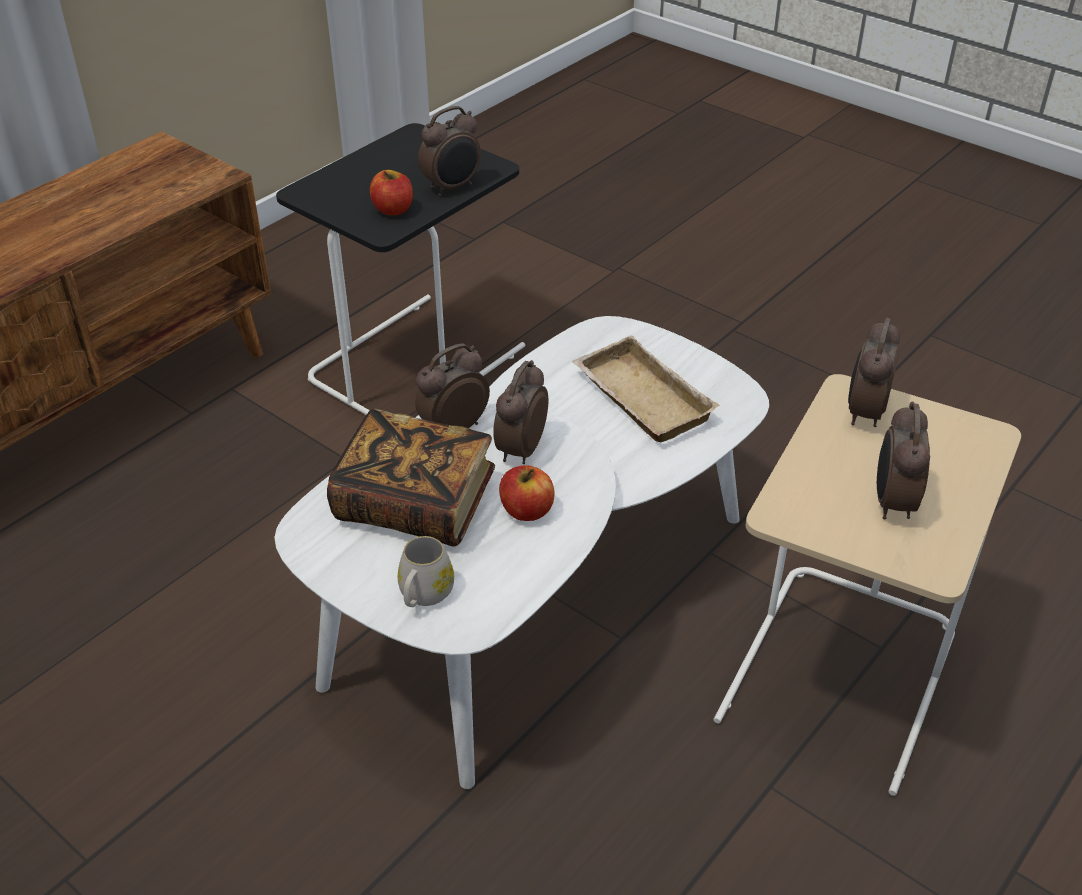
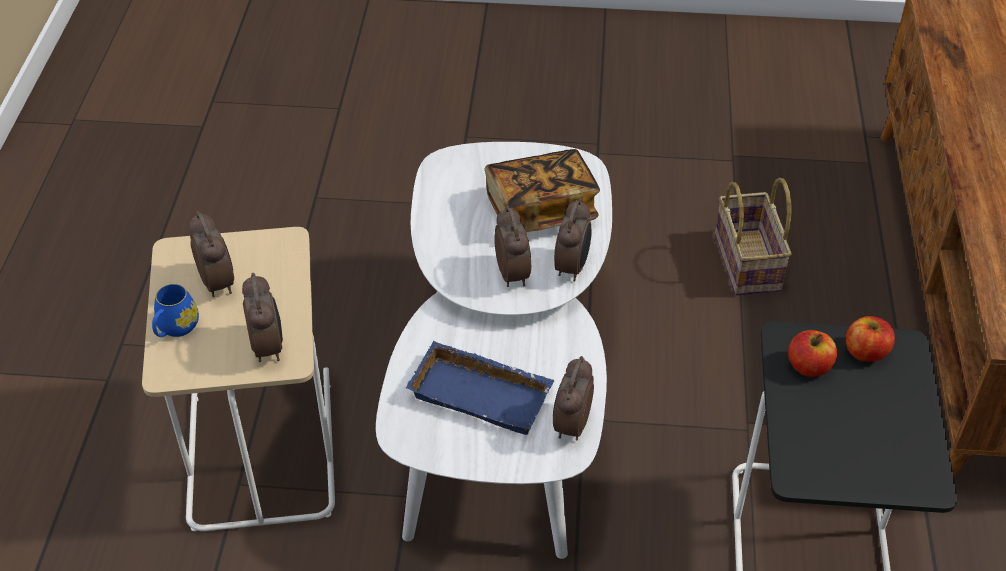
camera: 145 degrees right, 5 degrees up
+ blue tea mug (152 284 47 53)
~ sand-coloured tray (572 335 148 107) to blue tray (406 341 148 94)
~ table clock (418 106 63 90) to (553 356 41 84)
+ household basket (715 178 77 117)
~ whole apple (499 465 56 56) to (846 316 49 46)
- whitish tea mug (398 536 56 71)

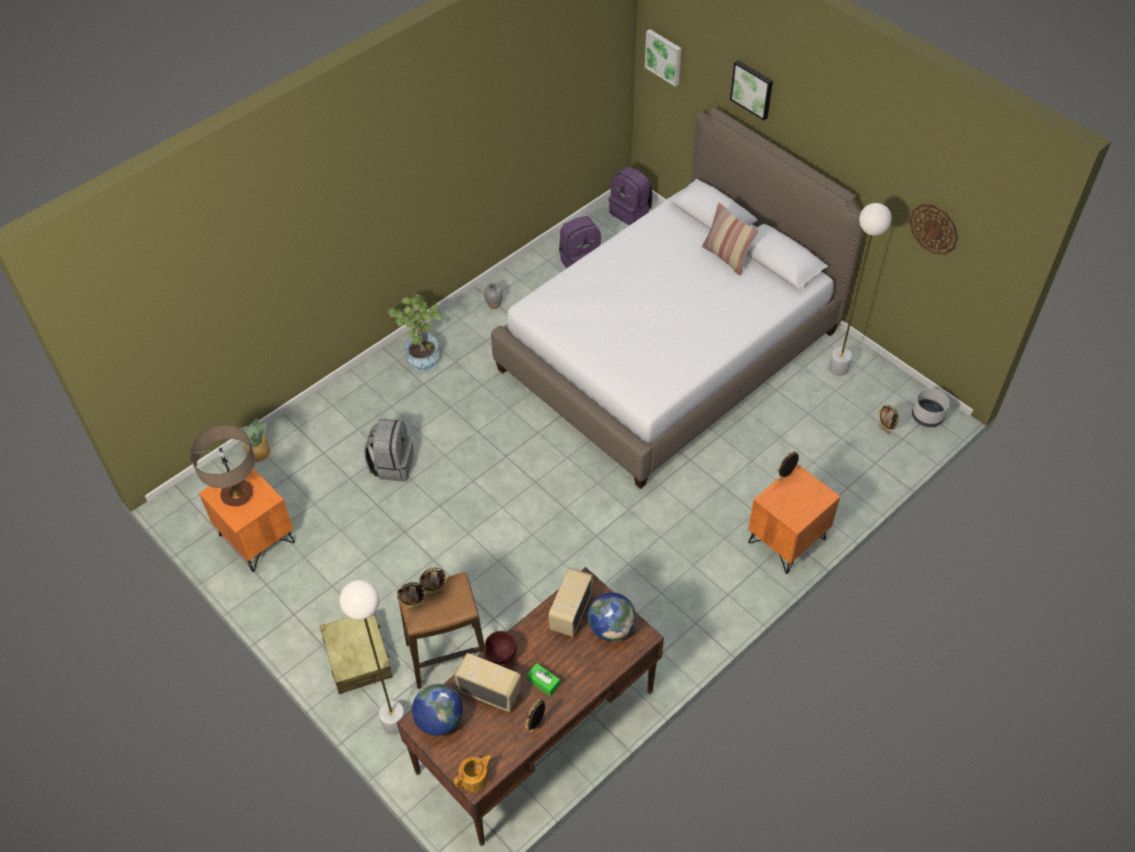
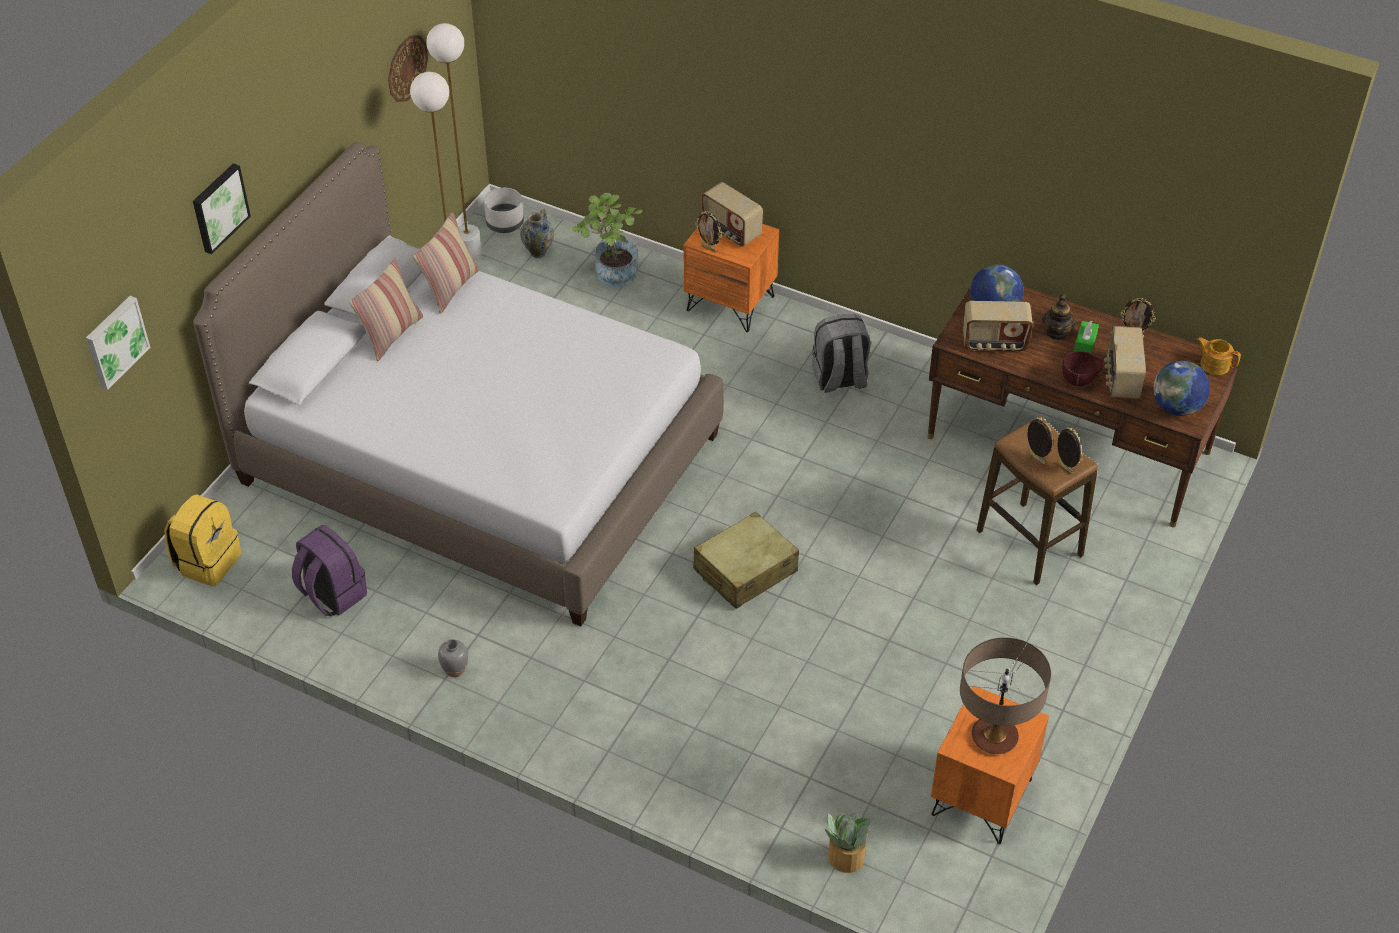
camera: 110 degrees left, 5 degrees down
~ purple-coloured backpack (609 167 43 58) to yellowish backpack (164 494 77 93)
+ throw pillow (413 212 66 102)
~ whitish standard lamp (340 580 65 154) to (426 23 56 236)
~ photo frame (878 405 21 29) to flower vase (520 209 34 49)
~ plant in a pot (387 295 55 77) to (572 193 71 94)
~ sand-coloured travel case (320 613 73 81) to (693 512 106 97)
+ radio (702 182 61 65)
~ grey backpack (364 419 50 62) to (812 314 59 78)
+ pot for tea (1042 294 33 46)

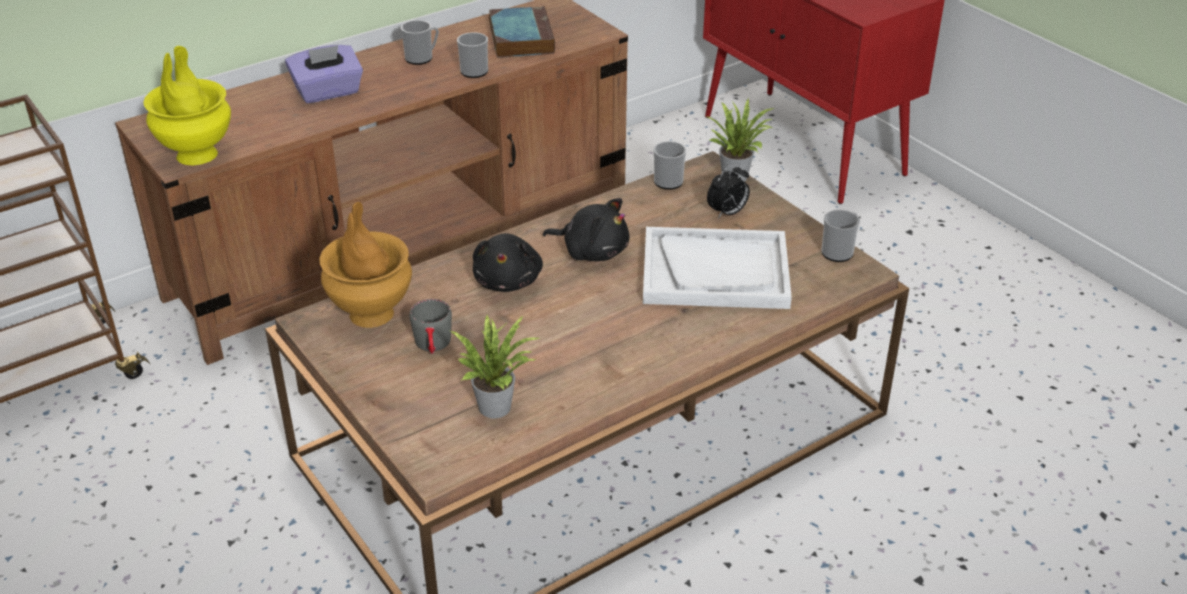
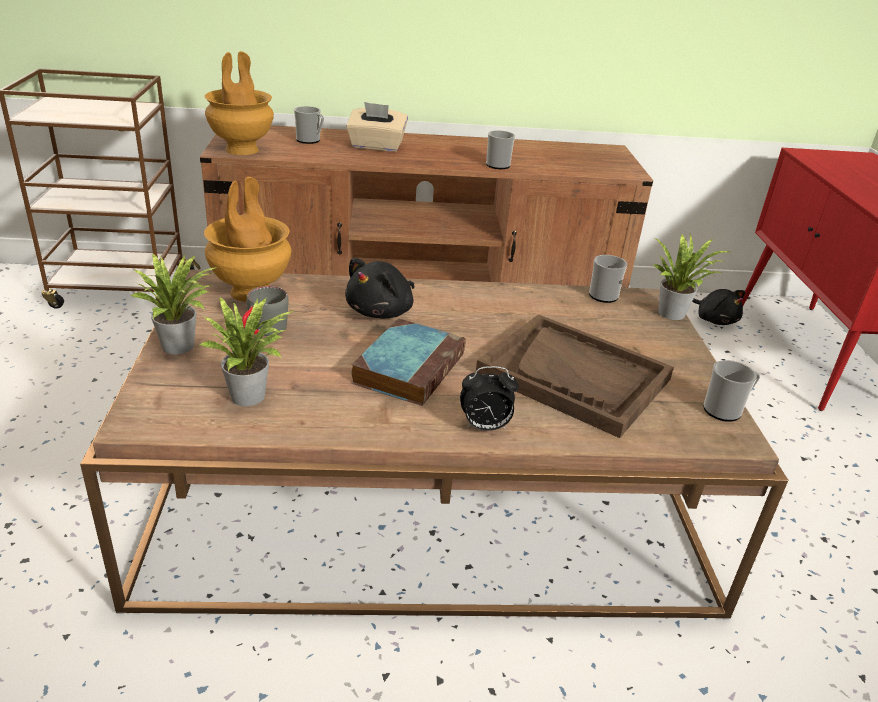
camera: 30 degrees right, 5 degrees down
+ plant in a pot (130 254 87 100)
~ yellowish flower vase (143 46 88 119) to brownish flower vase (204 51 70 104)
~ tea mug (401 20 38 45) to (294 106 30 38)
~ purple-coloured box of tissues (285 45 78 58) to sand-coloured box of tissues (346 102 62 50)
~ bound book (489 6 66 52) to (351 318 115 88)
~ table clock (707 163 43 56) to (460 366 59 65)
~ whitish tray (643 227 149 82) to brownish tray (476 314 198 124)
~ black-coloured plush toy (543 198 86 63) to (692 289 54 36)

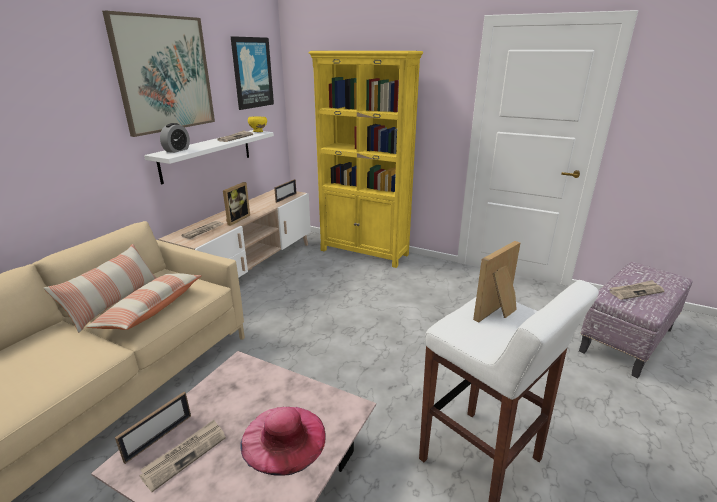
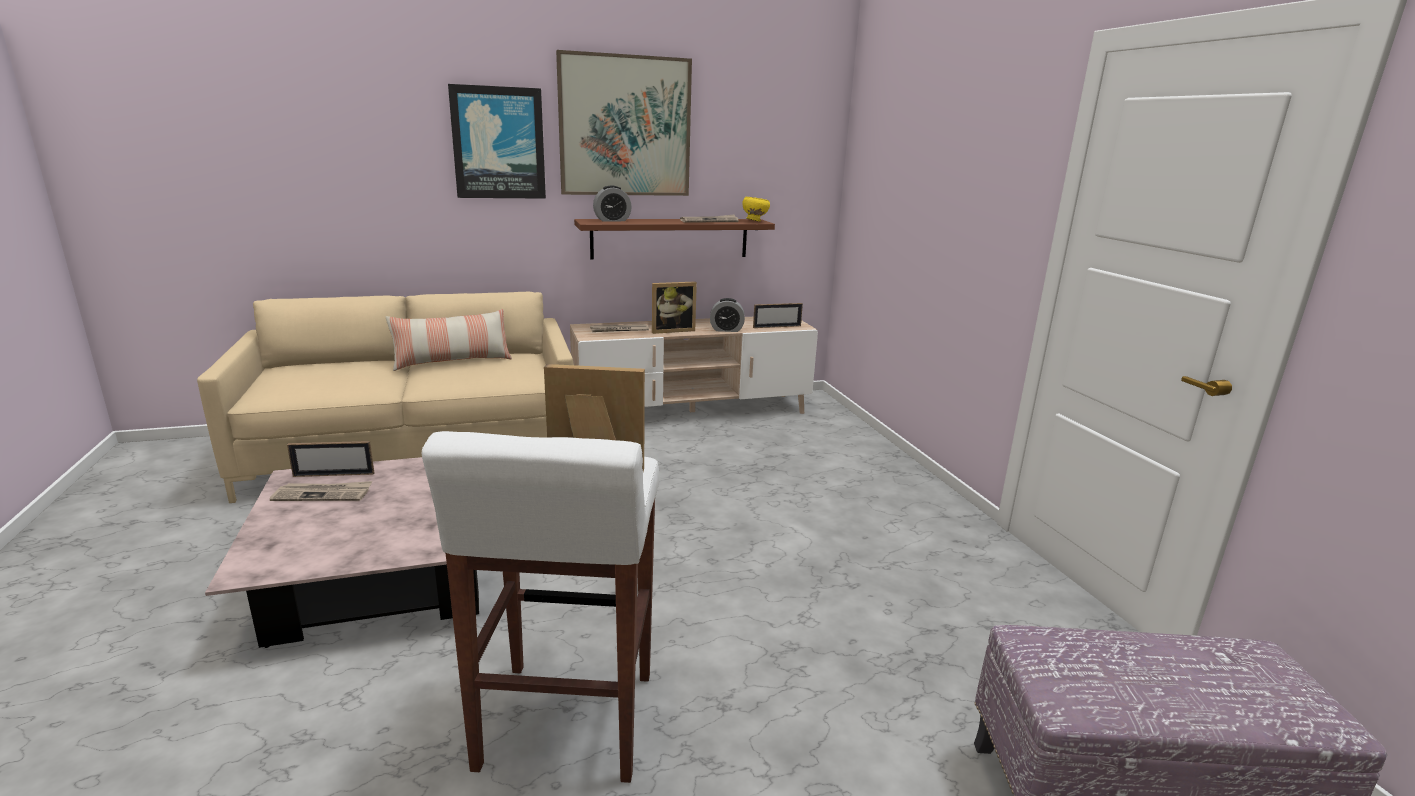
camera: 45 degrees right, 5 degrees down
~ wall picture (230 36 44 74) to (448 84 98 115)
~ whitish bracket shelf (144 130 130 54) to brownish bracket shelf (574 219 201 41)
+ table clock (710 298 35 34)
- throw pillow (86 273 116 57)
- pinkish clothing hat (240 407 86 69)
- yellowish bookshelf (309 51 114 217)
- newspaper (609 280 55 20)

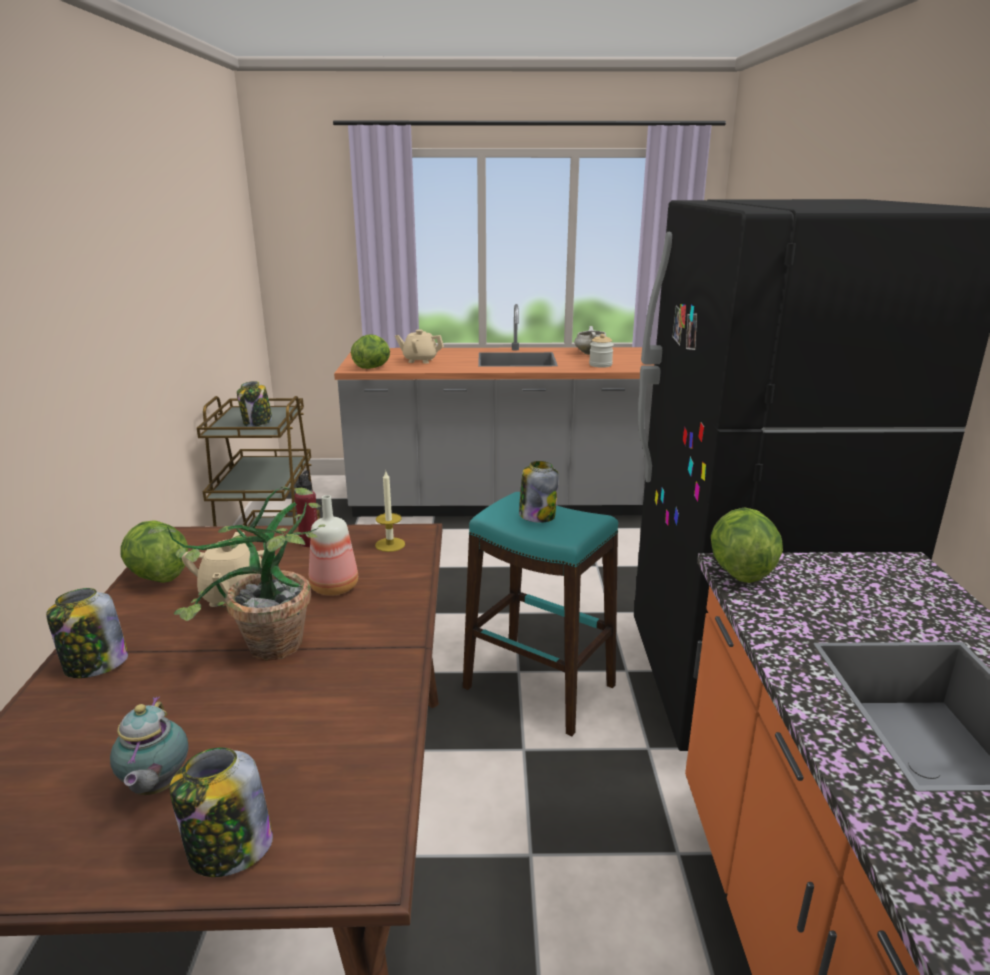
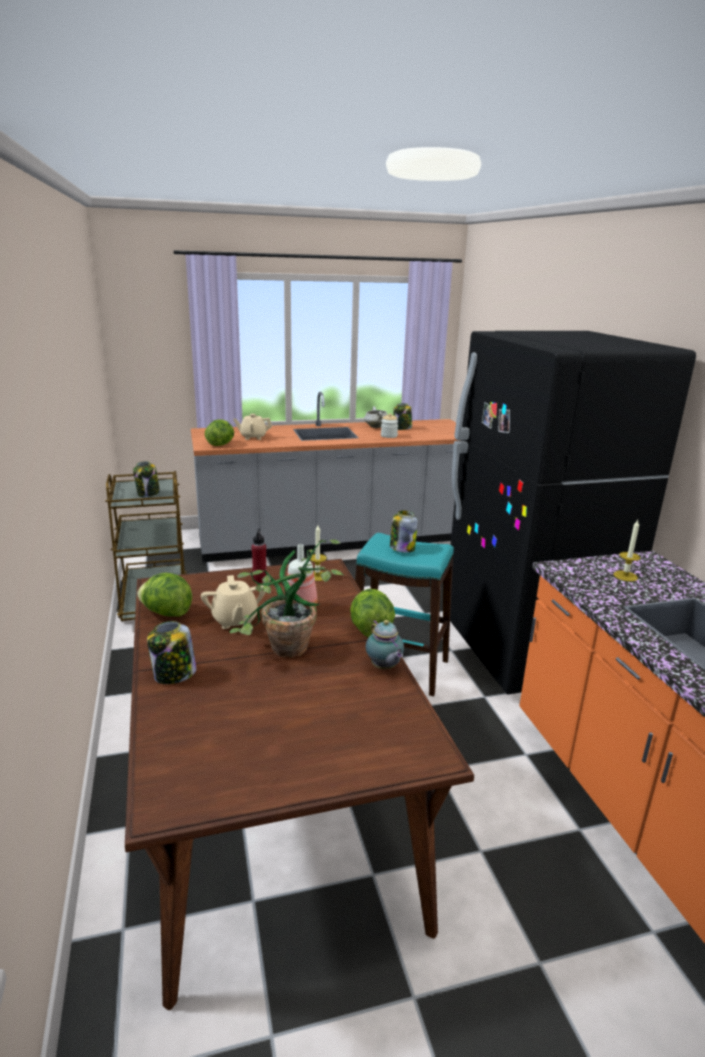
camera: 15 degrees left, 0 degrees up
~ head of lettuce (711 508 72 75) to (350 589 45 49)
~ pot for tea (110 696 78 99) to (366 620 38 50)
~ jar (170 748 103 129) to (393 403 19 27)
+ wax light (614 520 26 61)

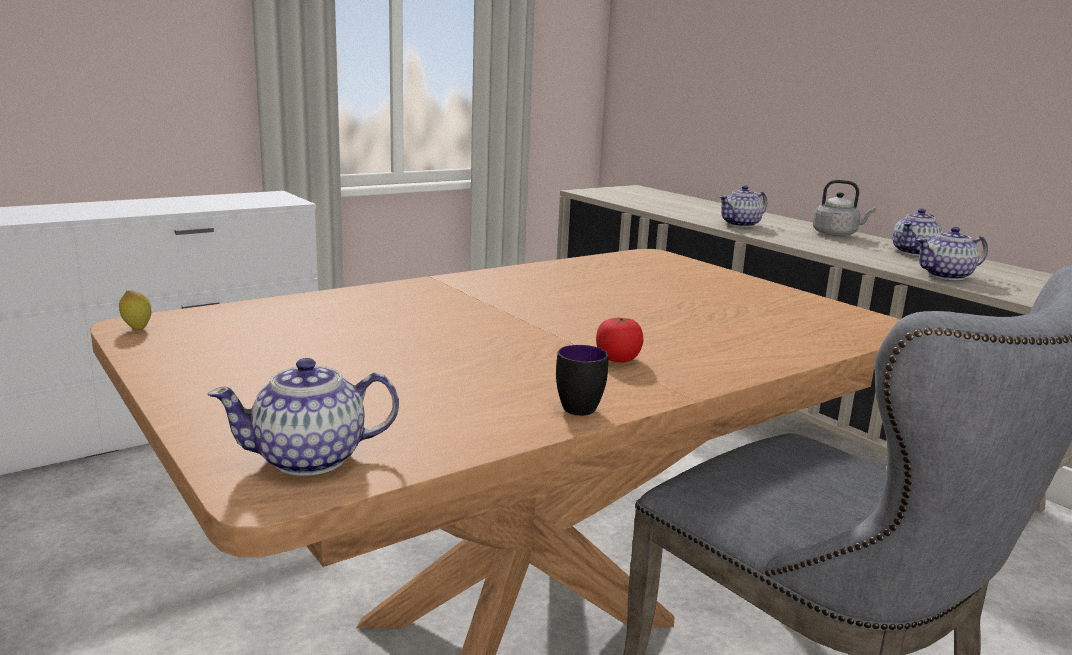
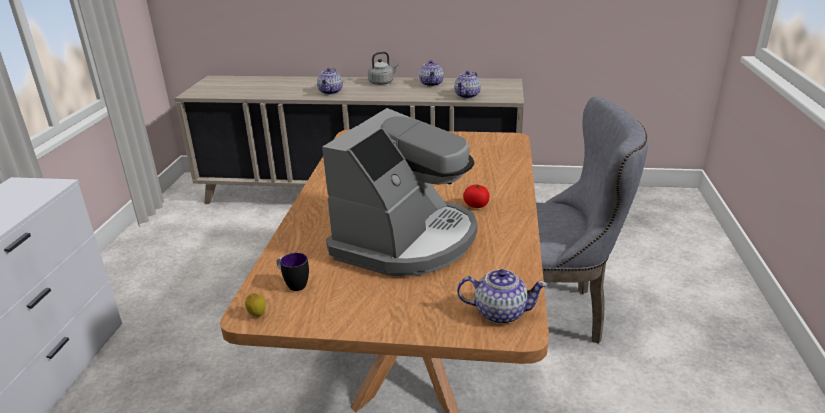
camera: 45 degrees left, 10 degrees up
~ tea mug (556 345 52 71) to (277 253 32 38)
+ coffee machine (322 108 156 168)
~ pot for tea (207 358 192 118) = (457 269 91 55) 105 degrees counterclockwise

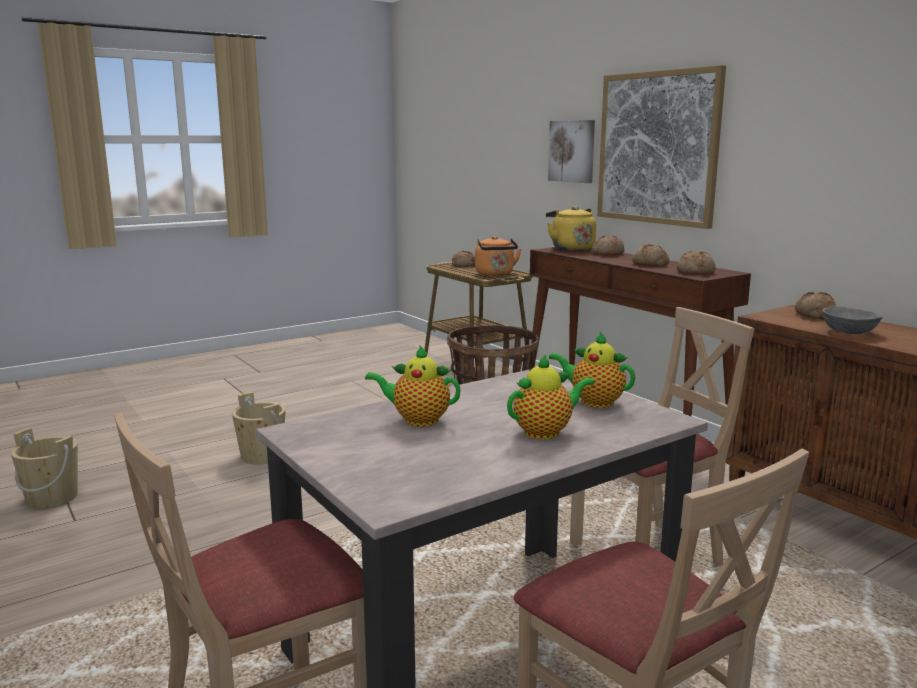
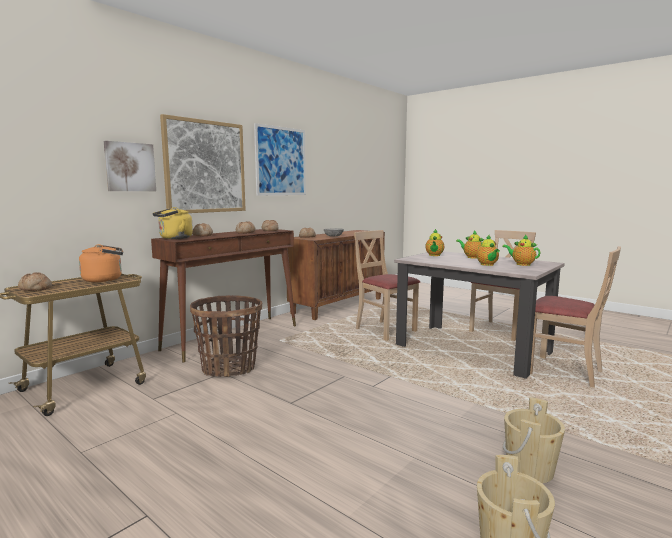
camera: 105 degrees left, 5 degrees down
+ wall picture (254 123 52 73)
+ pot for tea (502 235 38 31)
~ sand-coloured pail (232 392 54 73) to (503 397 62 86)

